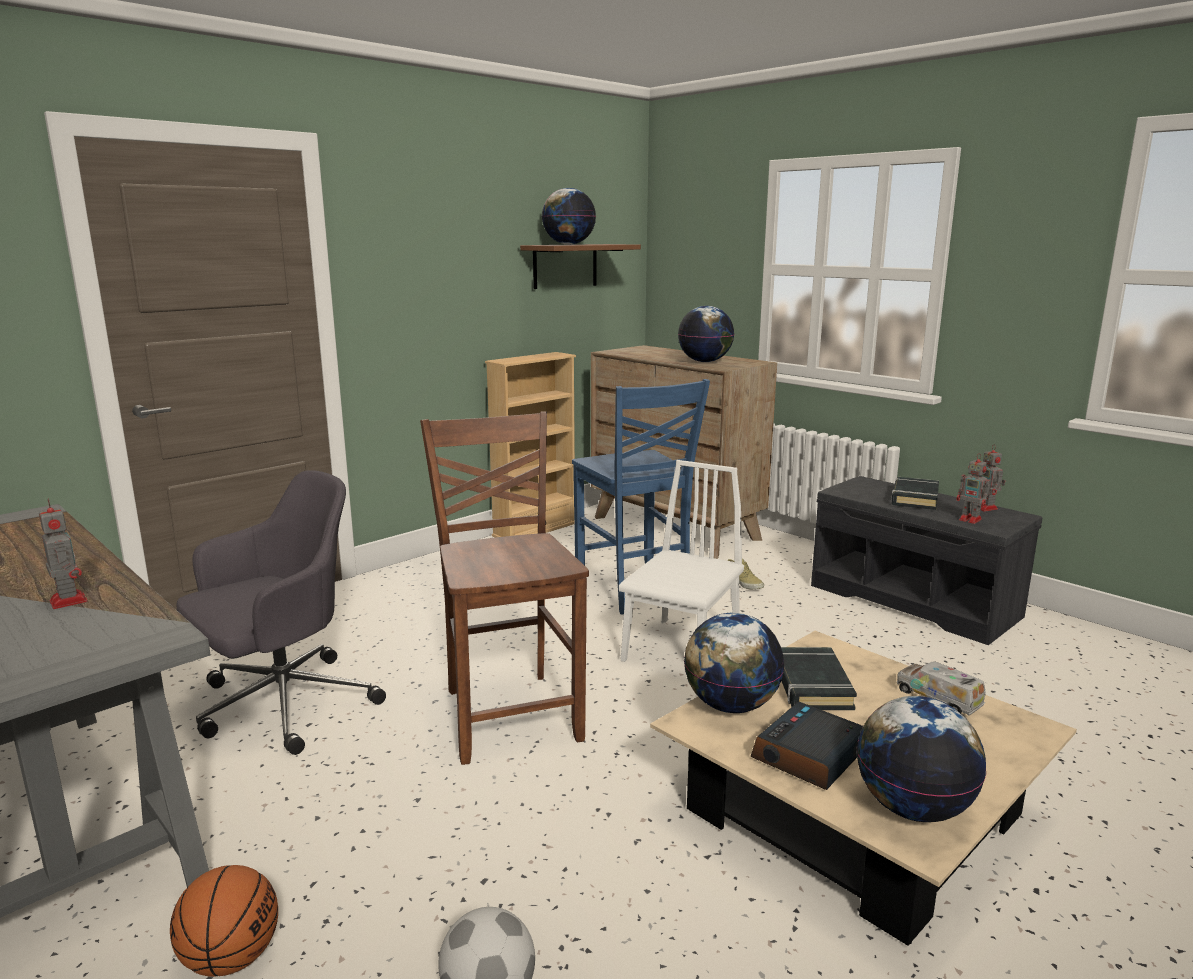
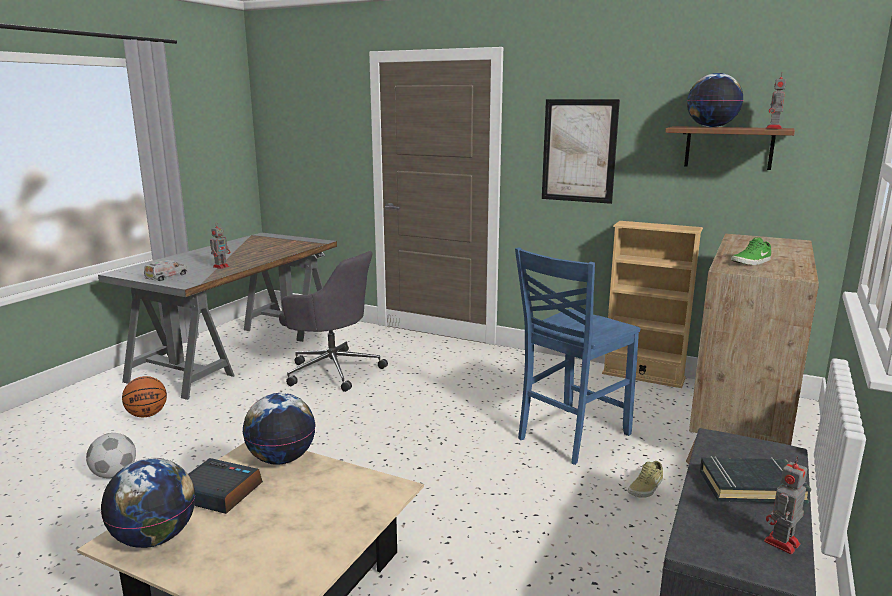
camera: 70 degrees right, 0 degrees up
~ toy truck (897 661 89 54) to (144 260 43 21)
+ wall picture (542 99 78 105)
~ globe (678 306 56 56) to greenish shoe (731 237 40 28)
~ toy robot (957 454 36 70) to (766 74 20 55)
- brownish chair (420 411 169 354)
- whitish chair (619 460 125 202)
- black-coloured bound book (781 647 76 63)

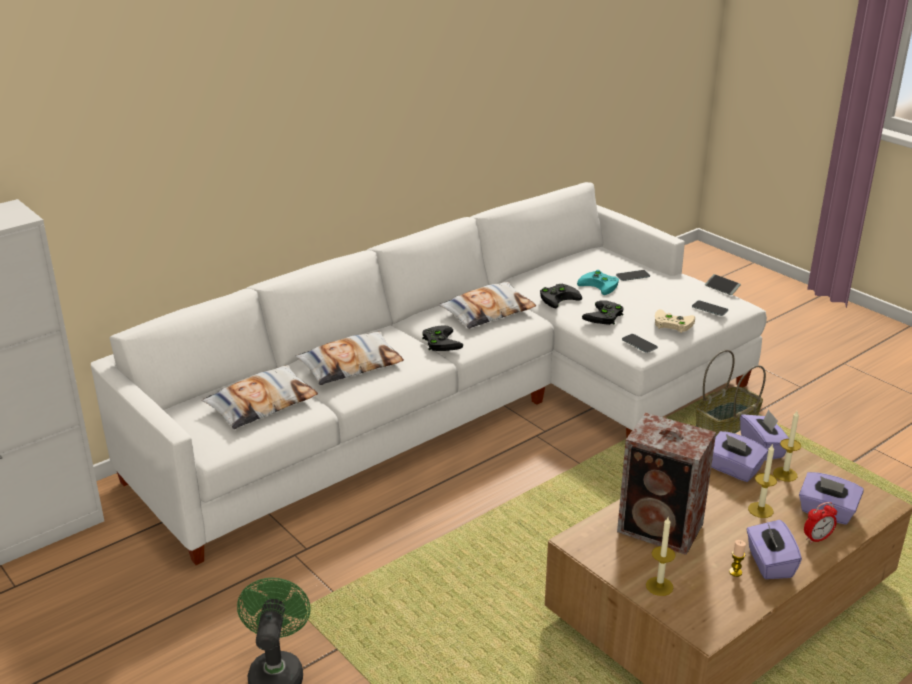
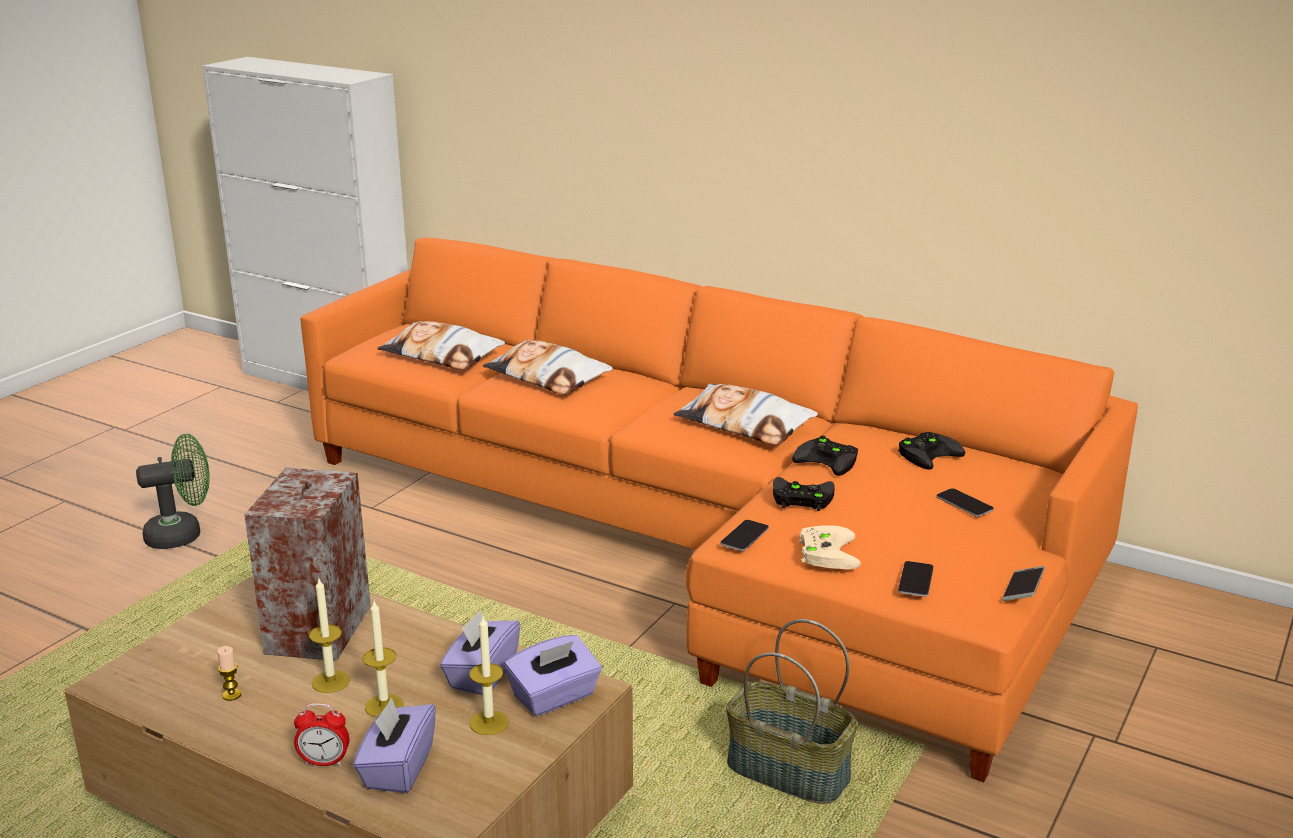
camera: 70 degrees right, 5 degrees down
~ table clock (804 502 33 42) = (294 703 56 63) 45 degrees counterclockwise
~ whitish couch (91 182 676 383) to orangey couch (300 238 838 544)
~ wax light (646 517 30 79) to (309 579 41 114)
~ black-coloured game controller (422 325 41 26) to (899 432 66 38)
- turquoise game controller (577 270 42 25)
- purple-coloured box of tissues (746 520 56 59)

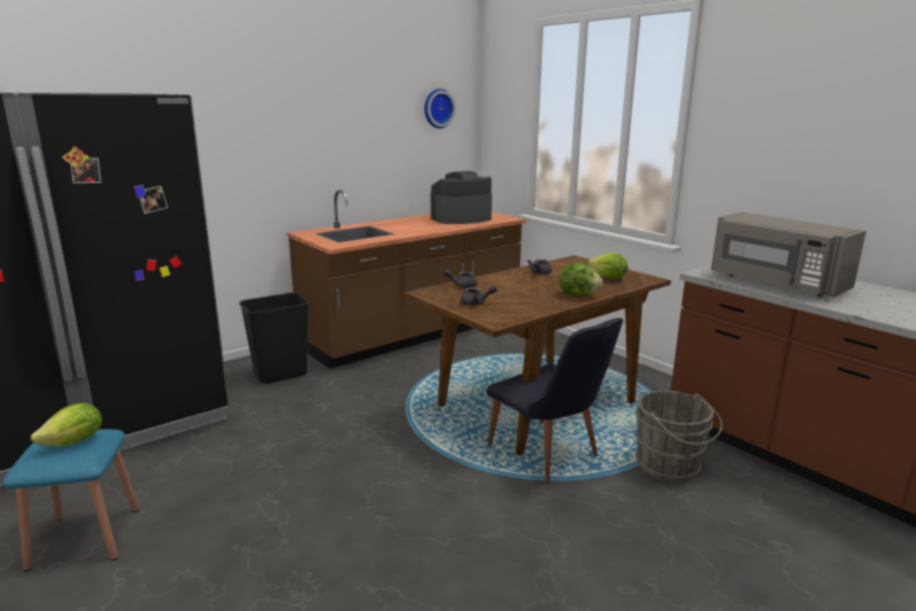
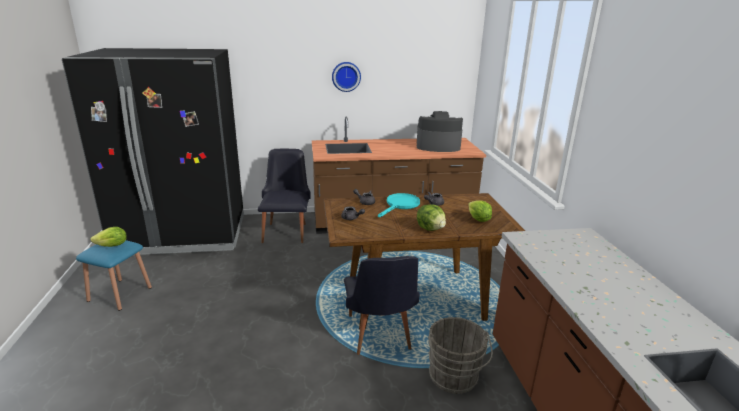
camera: 30 degrees right, 5 degrees up
~ black-coloured rubbish bin (240 292 69 92) to black-coloured chair (258 149 53 94)
~ clock on the wall (424 89 32 39) to (332 62 29 30)
+ turquoise pan (378 193 42 24)
- grey microwave oven (711 212 155 85)

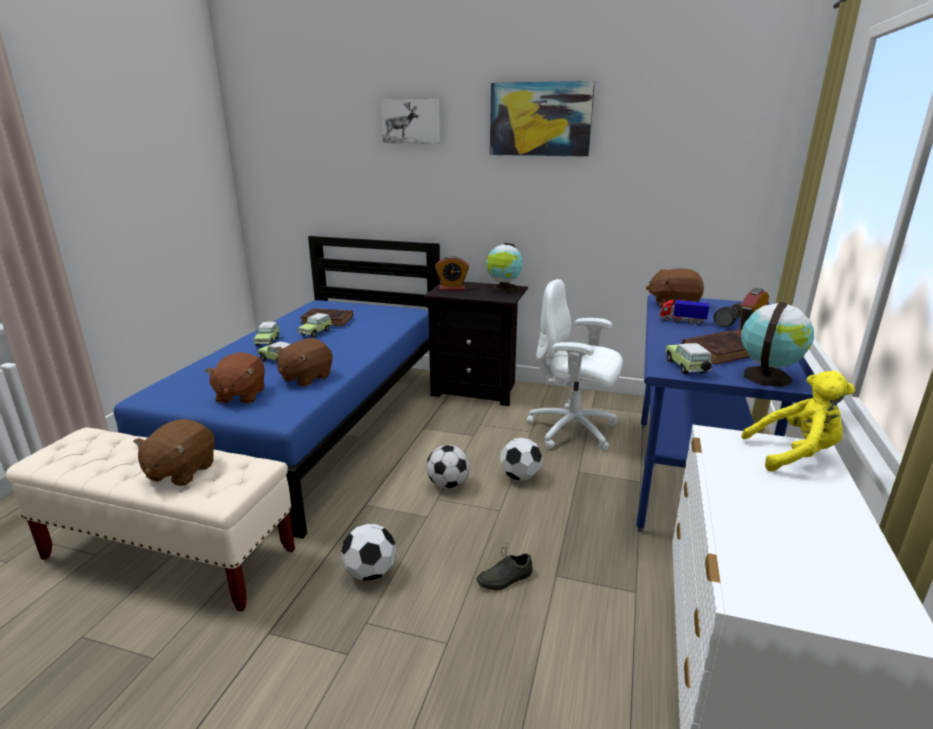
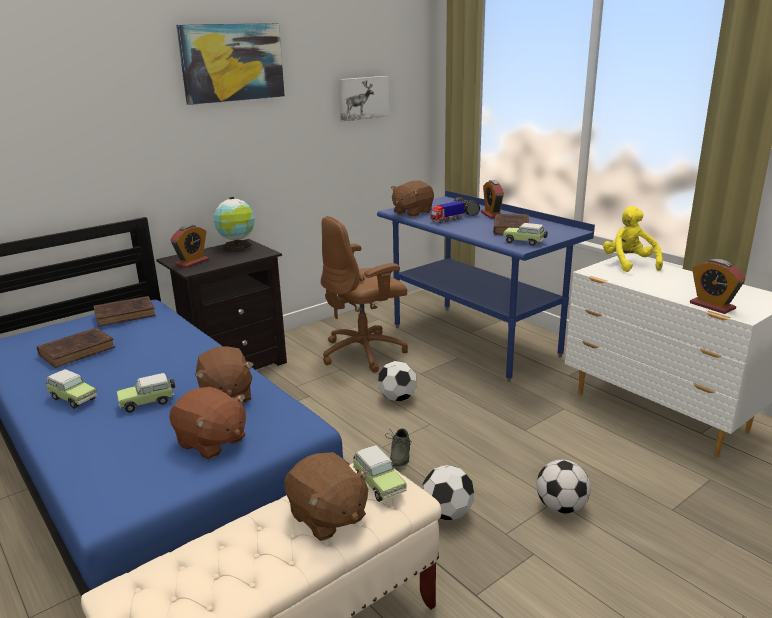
camera: 55 degrees left, 0 degrees up
+ brownish bound book (94 296 62 31)
~ whitish computer chair (527 279 96 172) to brownish computer chair (321 216 87 157)
~ wall picture (381 99 59 45) to (339 76 50 46)
~ miniature car (298 313 34 25) to (353 445 54 57)
~ grey shoe (476 547 56 43) to (385 428 27 38)
~ football (426 445 44 44) to (537 460 54 54)
~ yellowish plush toy (741 371 114 100) = (603 206 60 66) 45 degrees counterclockwise
+ table clock (690 259 55 55)
- globe (741 302 73 85)

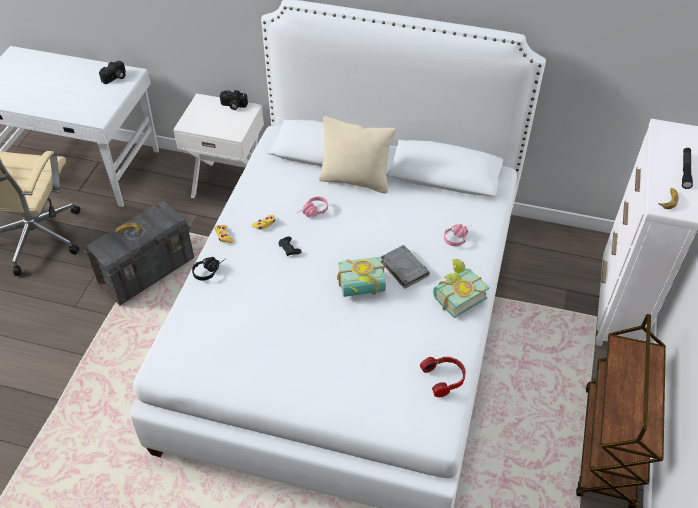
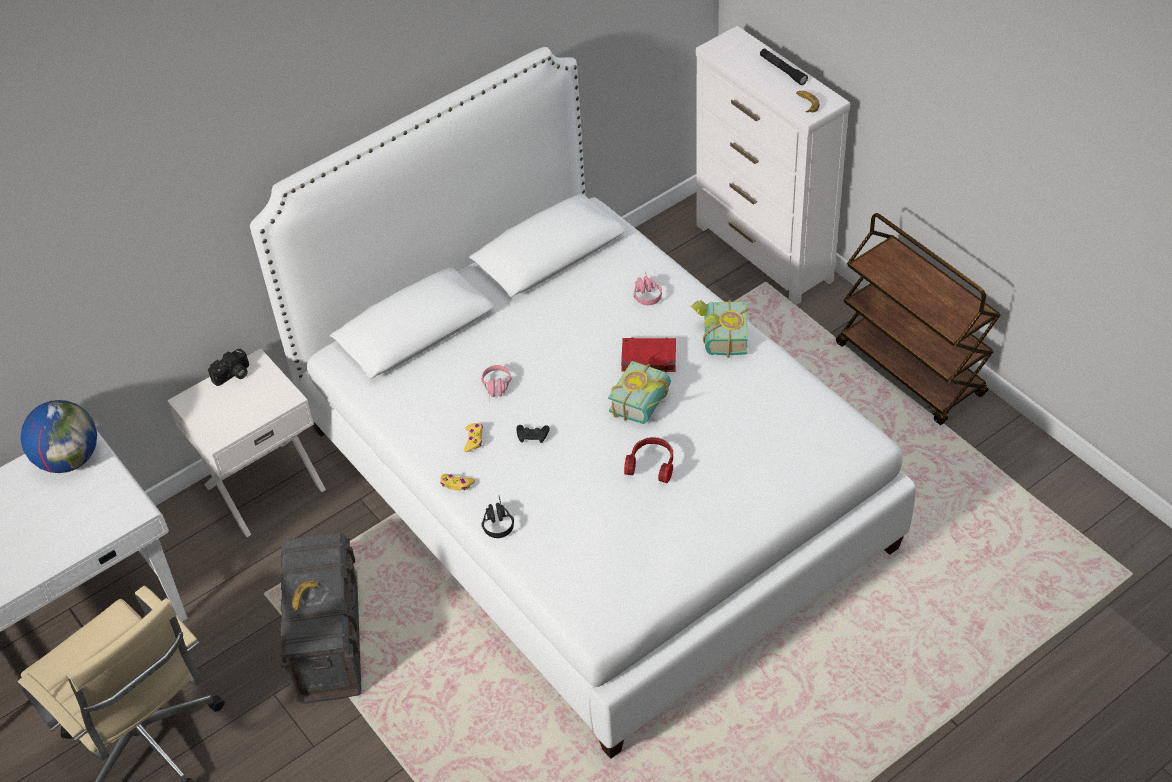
camera: 50 degrees left, 0 degrees up
~ still camera (99 60 27 24) to globe (21 400 76 73)
~ grey bound book (380 245 50 44) to reddish bound book (621 337 55 35)
~ pair of headphones (420 357 46 40) to (624 437 49 46)
- sand-coloured throw pillow (319 116 77 77)

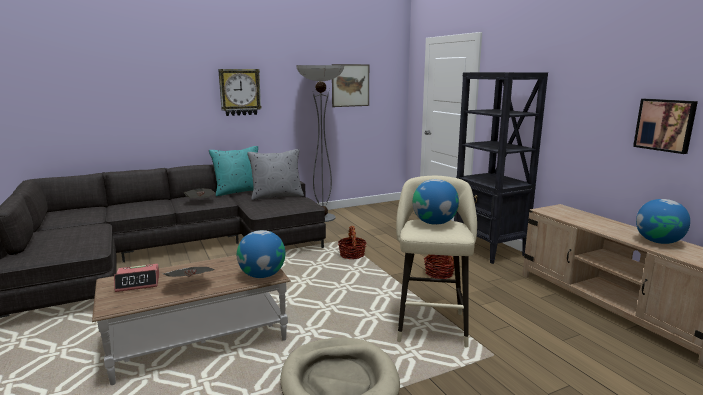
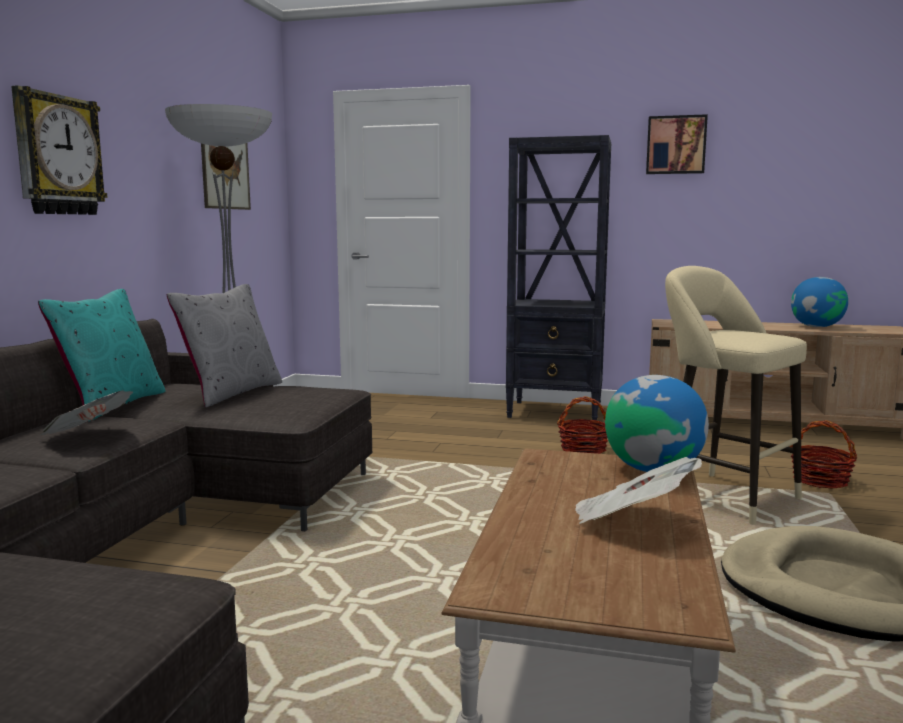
camera: 50 degrees left, 5 degrees down
~ wall picture (633 99 65 55) to (646 114 62 60)
~ household basket (338 226 29 33) to (790 420 67 69)
- table clock (114 264 45 28)
- globe (413 179 46 46)

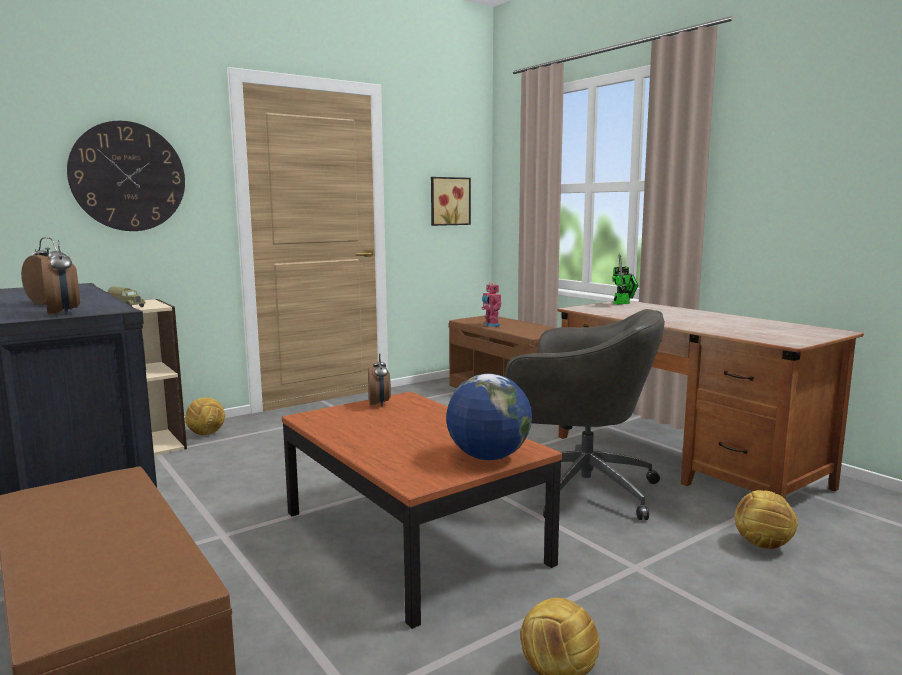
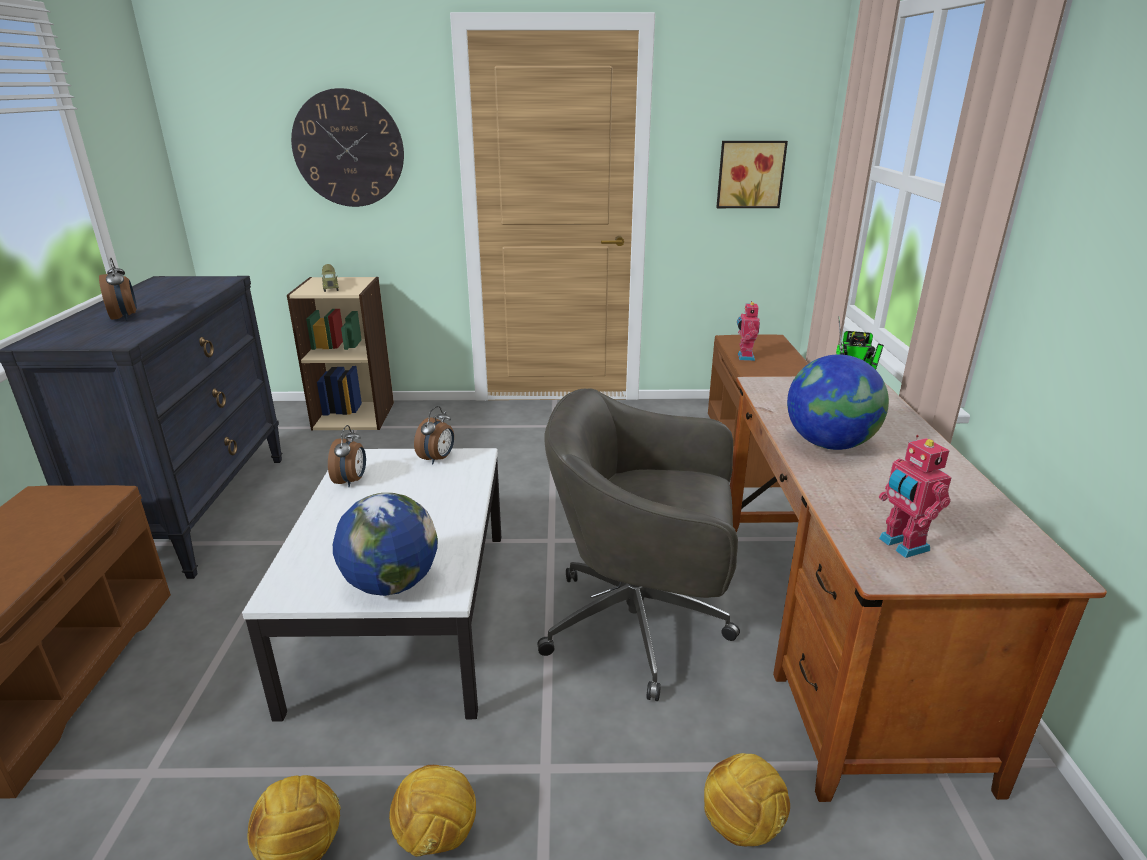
camera: 35 degrees right, 15 degrees up
~ brownish lounge table (282 392 280 237) to whitish lounge table (242 448 259 273)
~ table clock (41 240 39 75) to (328 425 38 62)
~ football (185 397 40 38) to (389 765 87 92)
~ grey computer chair (505 309 160 211) = (537 388 203 313) 135 degrees clockwise
+ globe (787 354 102 96)
+ toy robot (879 435 73 123)

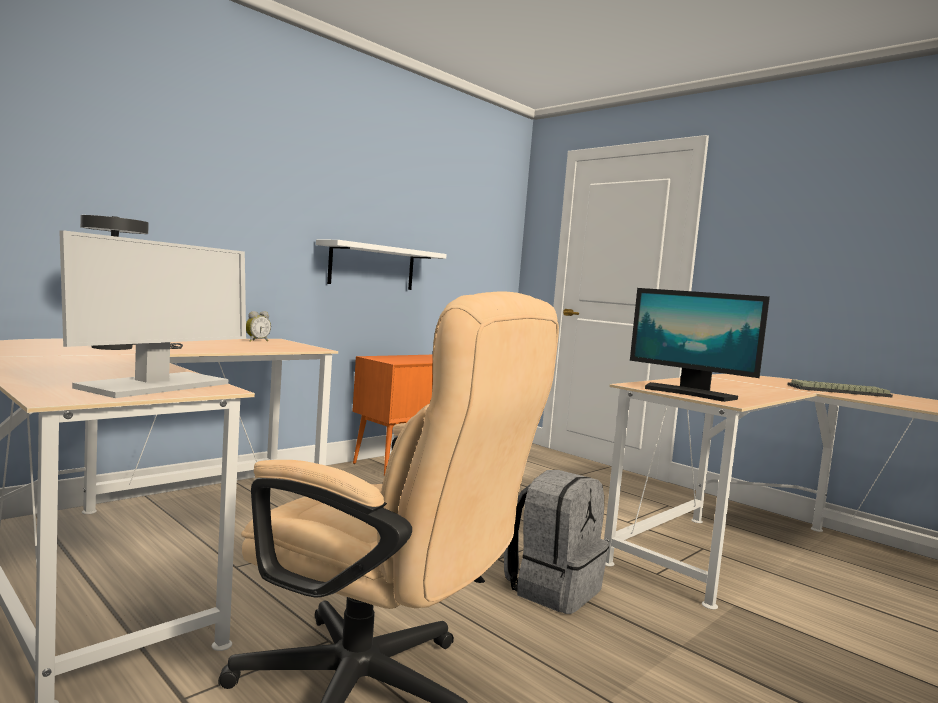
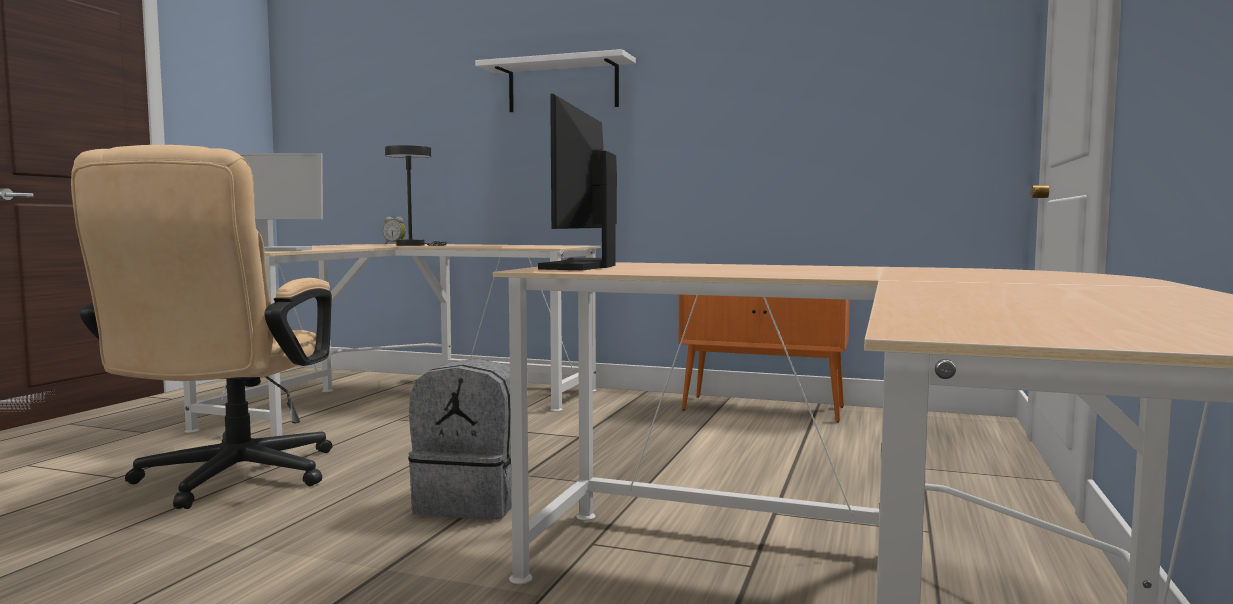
camera: 65 degrees right, 0 degrees up
~ table clock (246 311 25 31) to (383 217 23 27)
~ whitish bracket shelf (316 240 131 50) to (475 49 161 63)
- computer keyboard (787 380 106 17)

